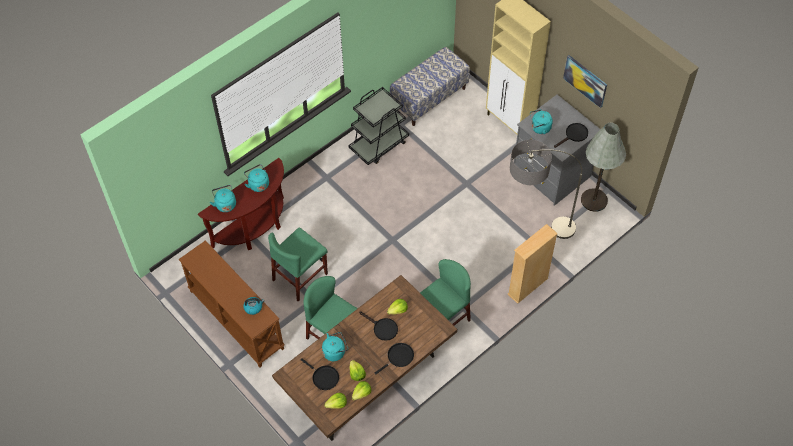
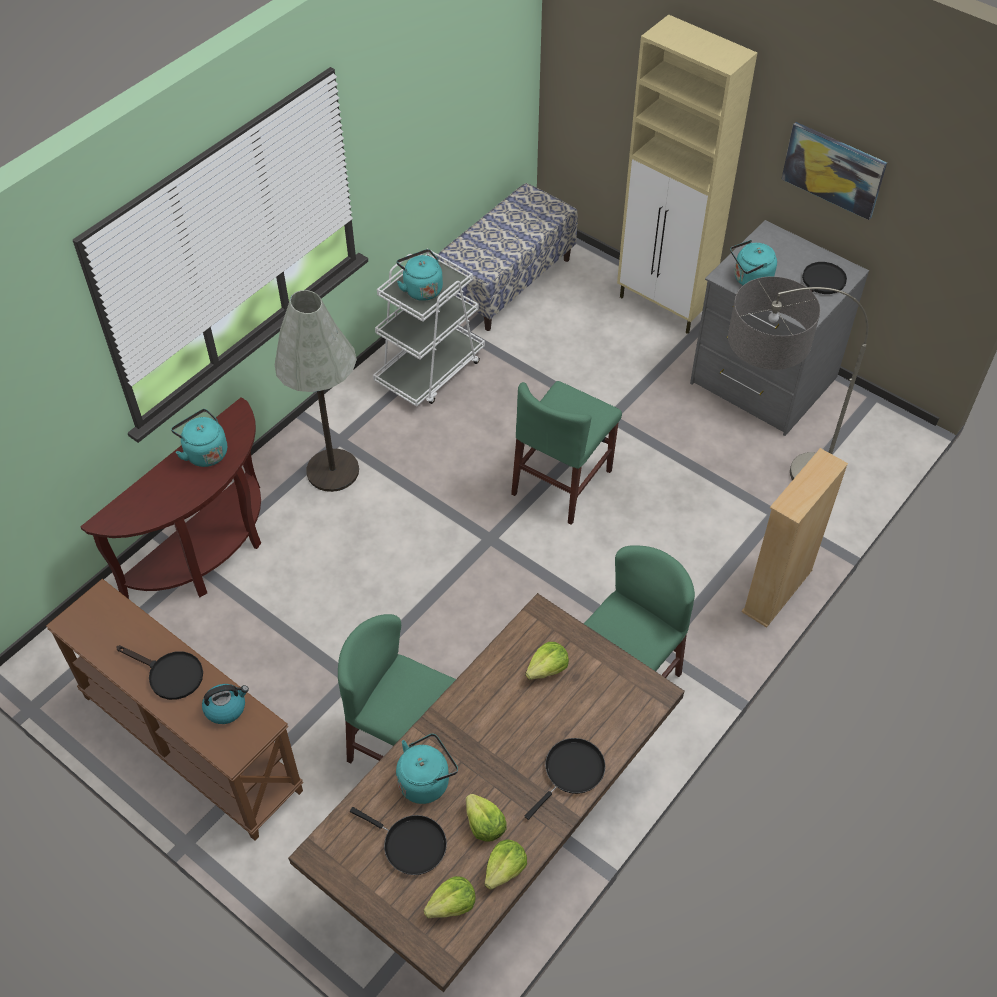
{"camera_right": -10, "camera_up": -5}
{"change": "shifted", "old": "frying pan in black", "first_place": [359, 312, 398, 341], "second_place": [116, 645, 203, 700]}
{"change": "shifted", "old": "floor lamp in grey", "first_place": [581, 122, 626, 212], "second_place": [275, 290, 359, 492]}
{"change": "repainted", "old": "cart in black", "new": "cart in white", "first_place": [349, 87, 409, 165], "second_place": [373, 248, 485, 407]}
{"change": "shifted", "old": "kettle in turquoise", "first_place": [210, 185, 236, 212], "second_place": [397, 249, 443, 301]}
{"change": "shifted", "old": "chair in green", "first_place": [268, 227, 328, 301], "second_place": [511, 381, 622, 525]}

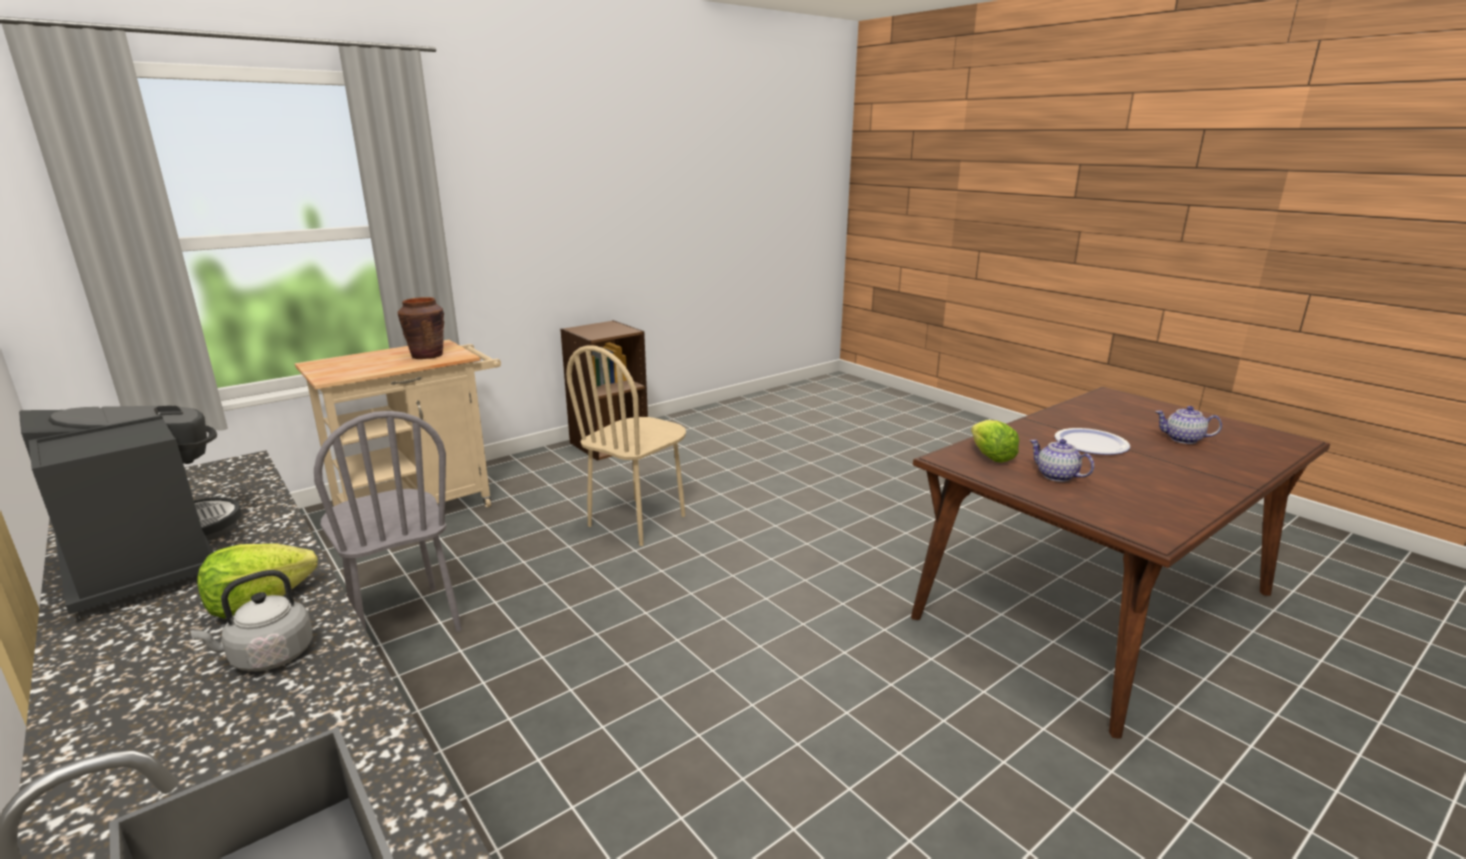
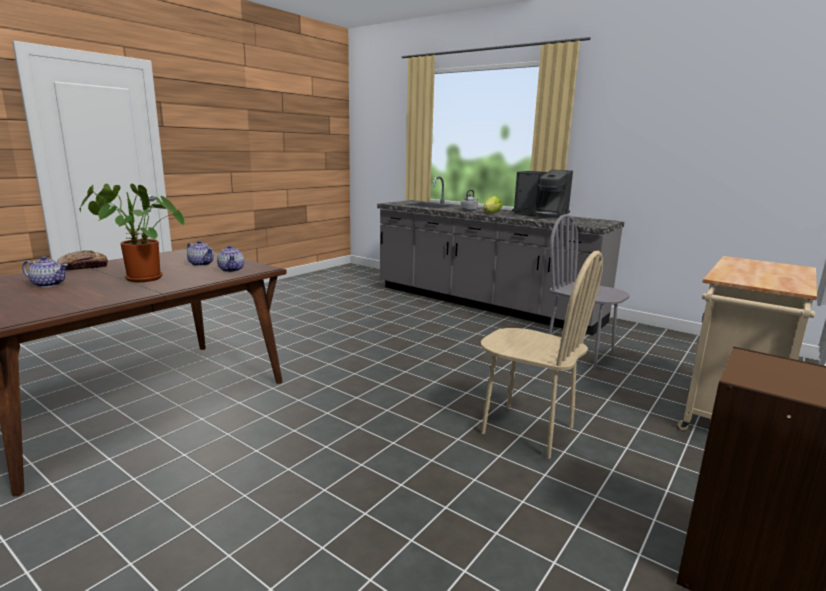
{"camera_right": 165, "camera_up": -5}
{"change": "new", "new": "bread", "second_place": [57, 250, 108, 270]}
{"change": "swapped", "old": "plate", "new": "potted plant", "first_place": [1055, 428, 1130, 455], "second_place": [80, 184, 185, 282]}
{"change": "swapped", "old": "lettuce", "new": "teapot", "first_place": [971, 420, 1019, 463], "second_place": [217, 245, 244, 272]}
{"change": "rotated", "old": "chair in beige", "first_place": [566, 345, 686, 546], "second_place": [481, 251, 603, 459], "degrees": 105}
{"change": "gone", "old": "vase in brown", "first_place": [397, 297, 444, 359]}

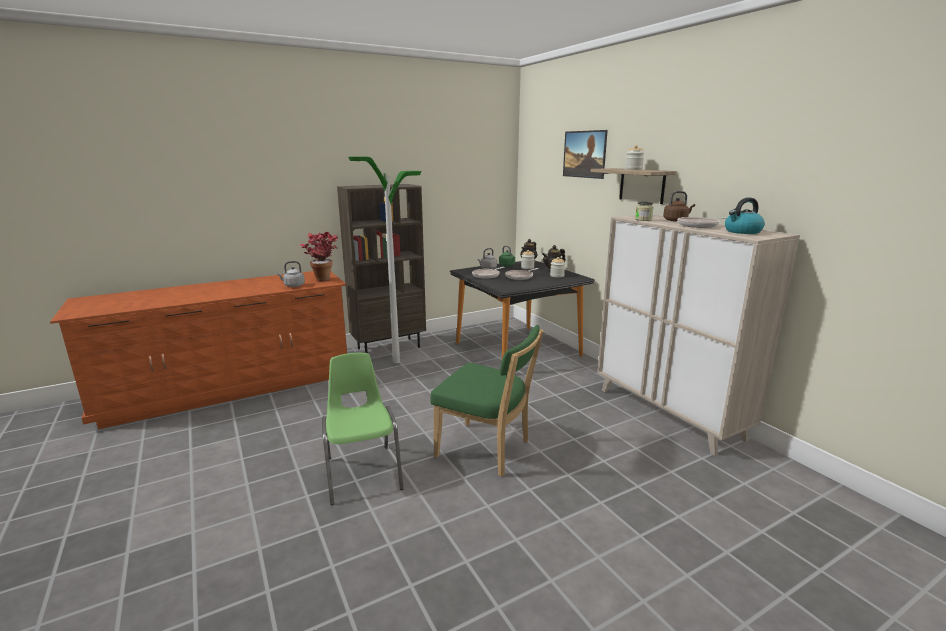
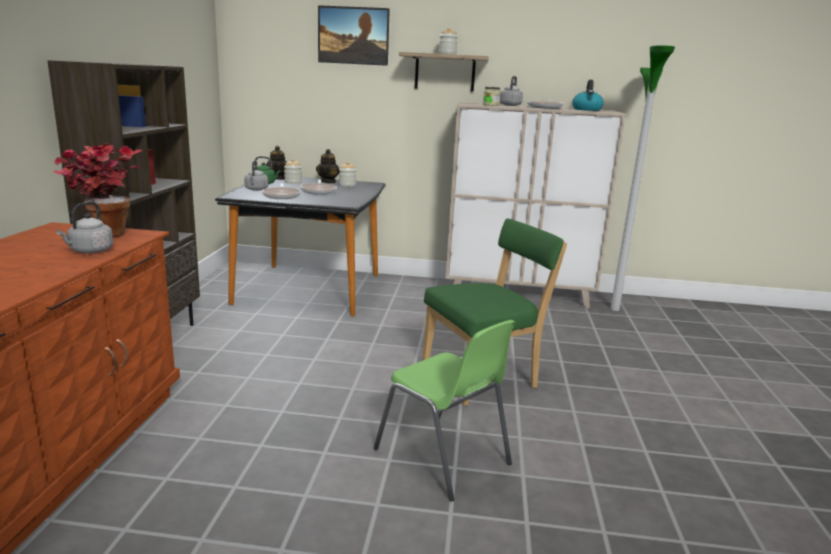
{"camera_right": -55, "camera_up": 0}
{"change": "rotated", "old": "chair in green", "first_place": [322, 353, 404, 505], "second_place": [373, 320, 516, 502], "degrees": -150}
{"change": "repainted", "old": "kettle in brown", "new": "kettle in grey", "first_place": [663, 191, 695, 222], "second_place": [500, 76, 523, 106]}
{"change": "shifted", "old": "floor lamp", "first_place": [348, 156, 422, 363], "second_place": [610, 45, 675, 311]}

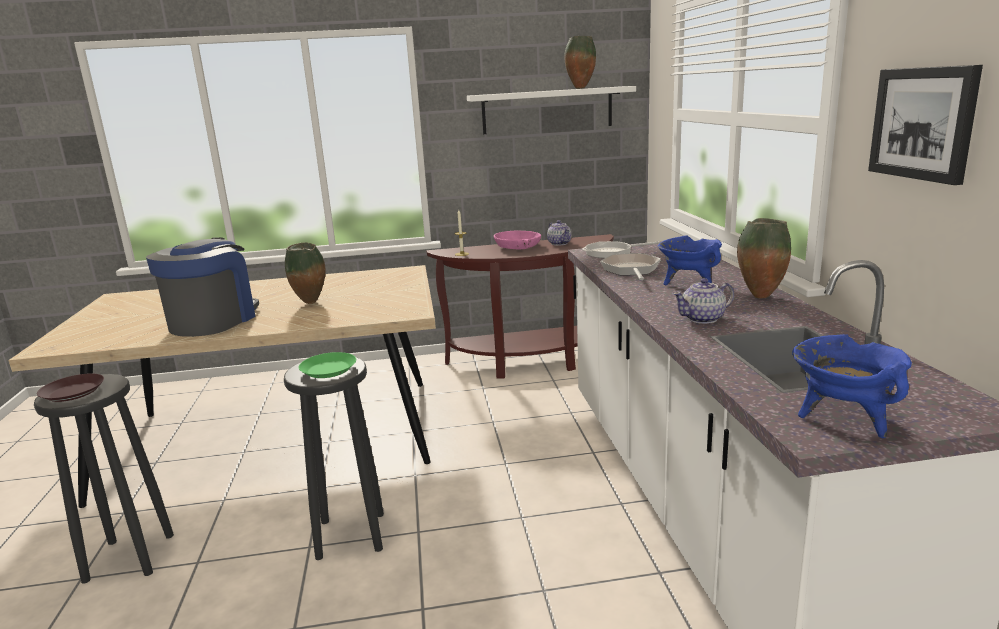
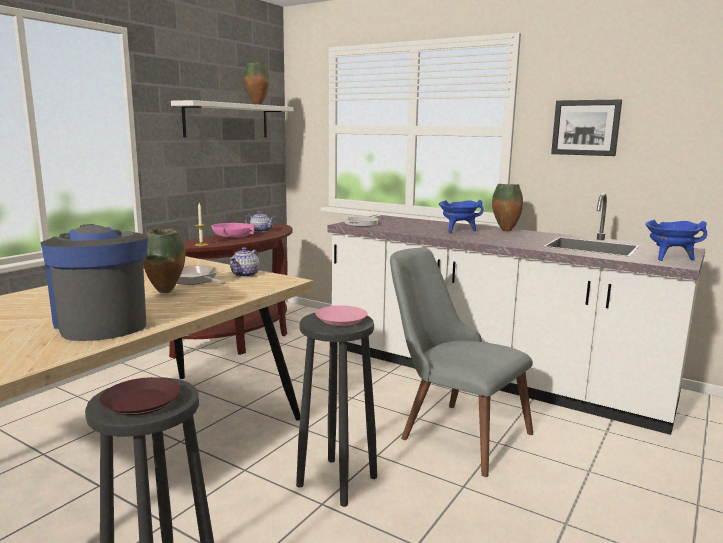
{"camera_right": -50, "camera_up": -5}
{"change": "shifted", "old": "frying pan", "first_place": [601, 253, 661, 280], "second_place": [176, 265, 225, 285]}
{"change": "shifted", "old": "teapot", "first_place": [673, 278, 734, 324], "second_place": [230, 247, 260, 277]}
{"change": "repainted", "old": "plate in green", "new": "plate in pink", "first_place": [298, 352, 356, 378], "second_place": [315, 306, 367, 326]}
{"change": "new", "new": "chair in grey", "second_place": [390, 248, 533, 477]}

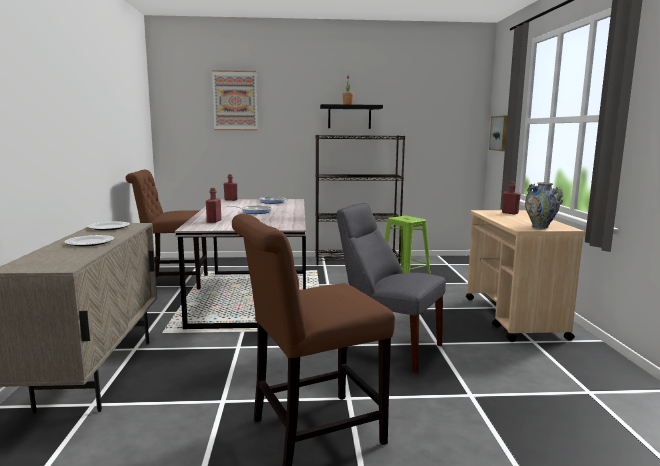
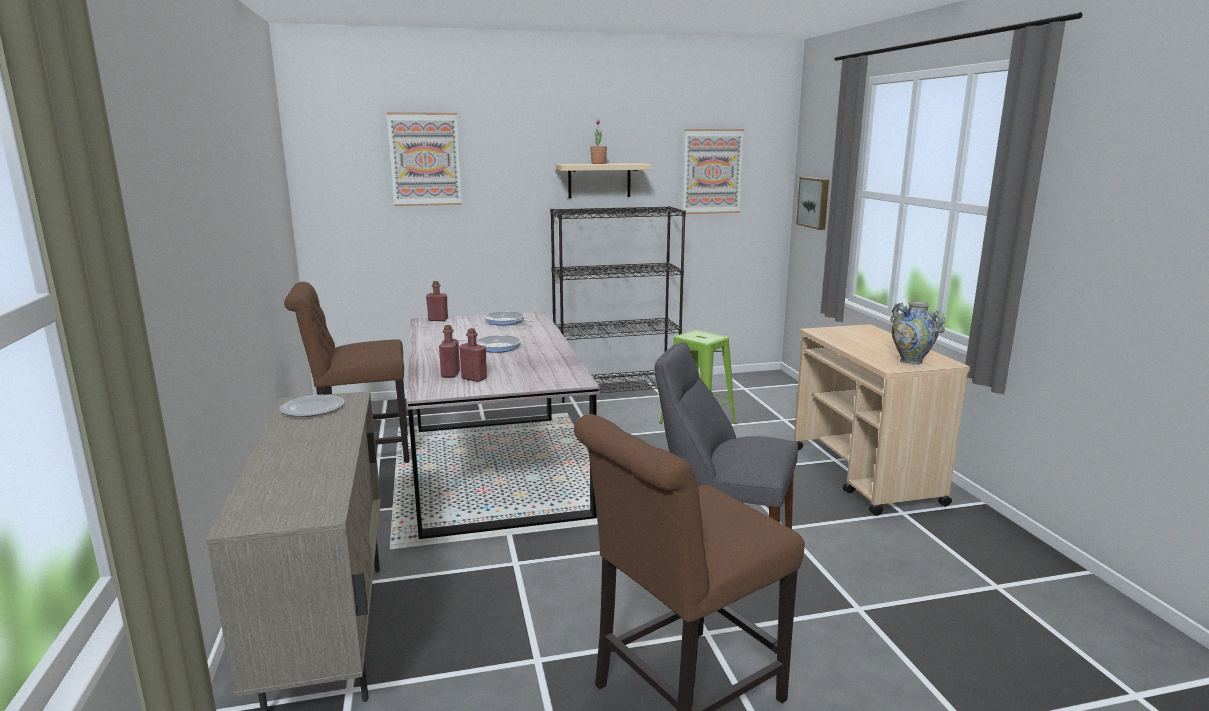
{"camera_right": -10, "camera_up": 5}
{"change": "shifted", "old": "bottle in red", "first_place": [502, 182, 521, 214], "second_place": [459, 328, 487, 382]}
{"change": "repainted", "old": "shelf in black", "new": "shelf in beige", "first_place": [320, 104, 383, 129], "second_place": [556, 163, 652, 198]}
{"change": "new", "new": "picture", "second_place": [683, 129, 744, 214]}
{"change": "gone", "old": "plate", "first_place": [64, 235, 114, 246]}

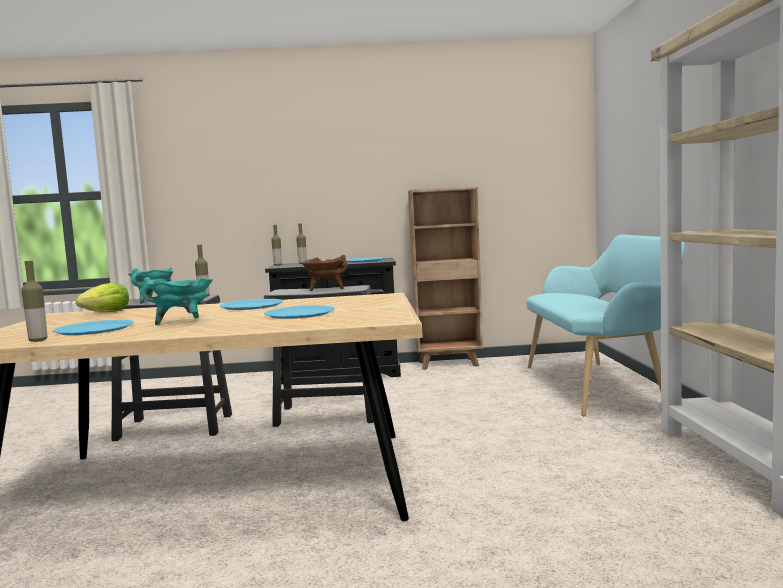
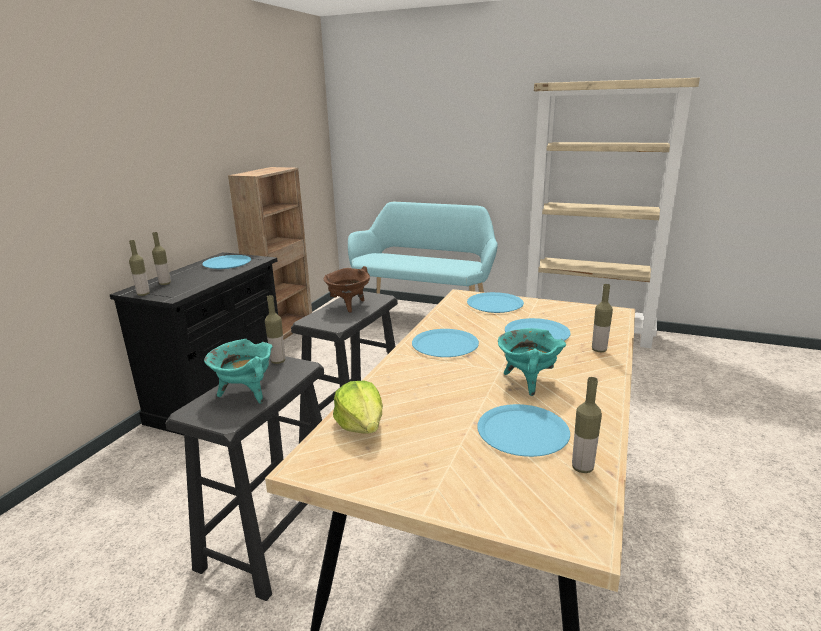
{"camera_right": -65, "camera_up": 15}
{"change": "new", "new": "plate in blue", "second_place": [467, 292, 524, 313]}
{"change": "new", "new": "bottle", "second_place": [592, 284, 613, 352]}

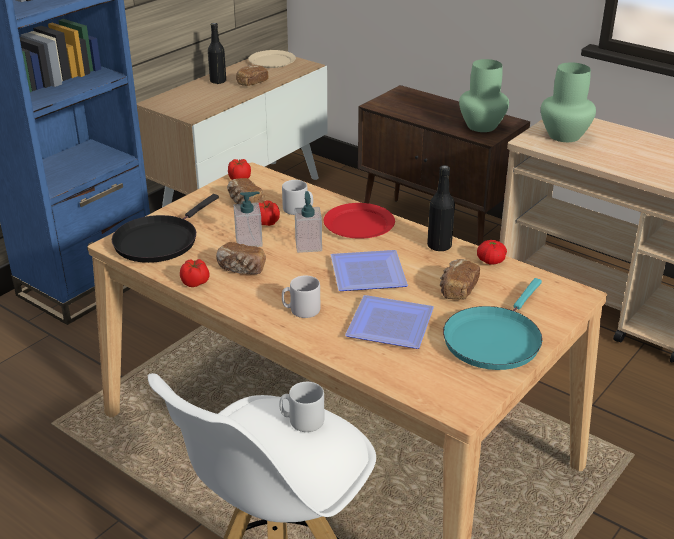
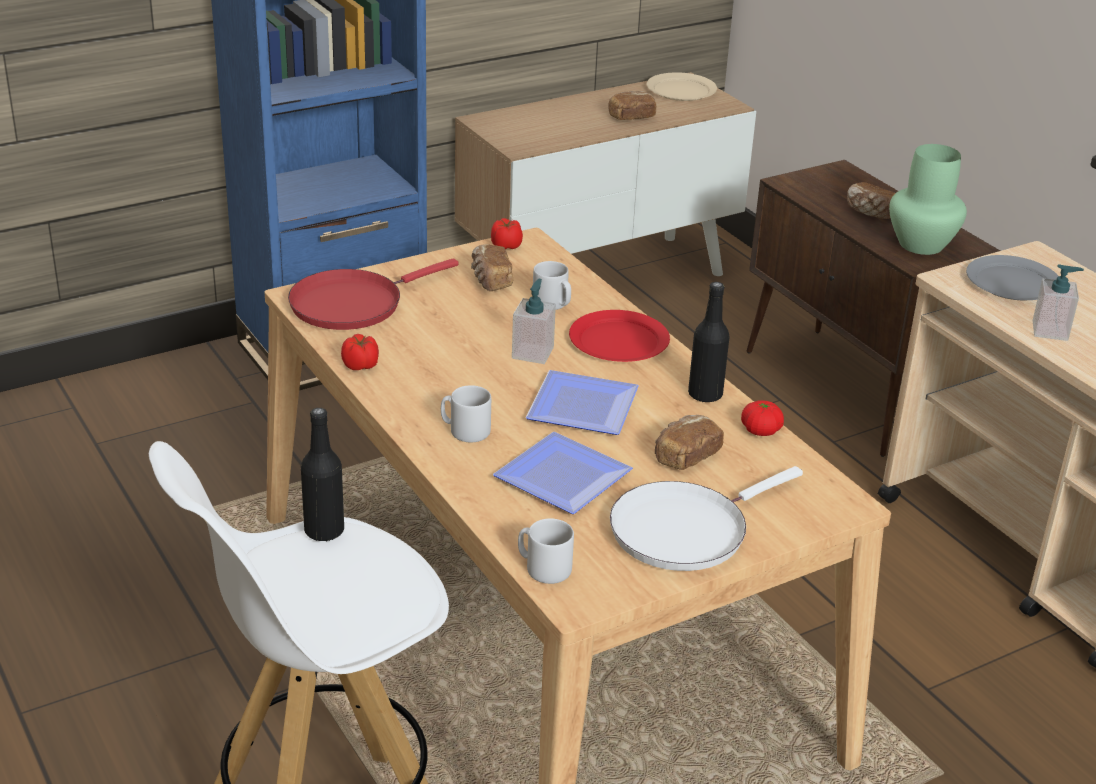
{"camera_right": 20, "camera_up": 0}
{"change": "repainted", "old": "frying pan in black", "new": "frying pan in red", "first_place": [112, 194, 219, 263], "second_place": [288, 258, 459, 330]}
{"change": "shifted", "old": "bottle in black", "first_place": [208, 23, 226, 84], "second_place": [301, 408, 344, 541]}
{"change": "shifted", "old": "mug in grey", "first_place": [279, 382, 324, 432], "second_place": [518, 518, 574, 584]}
{"change": "repainted", "old": "frying pan in turquoise", "new": "frying pan in white", "first_place": [443, 278, 542, 370], "second_place": [610, 466, 803, 571]}
{"change": "shifted", "old": "bread", "first_place": [216, 242, 266, 274], "second_place": [847, 182, 895, 219]}
{"change": "swapped", "old": "vase in green", "new": "plate in grey", "first_place": [541, 62, 596, 142], "second_place": [966, 255, 1058, 300]}
{"change": "shifted", "old": "soap dispenser", "first_place": [234, 192, 263, 247], "second_place": [1032, 264, 1084, 341]}
{"change": "gone", "old": "tomato", "first_place": [259, 200, 280, 226]}

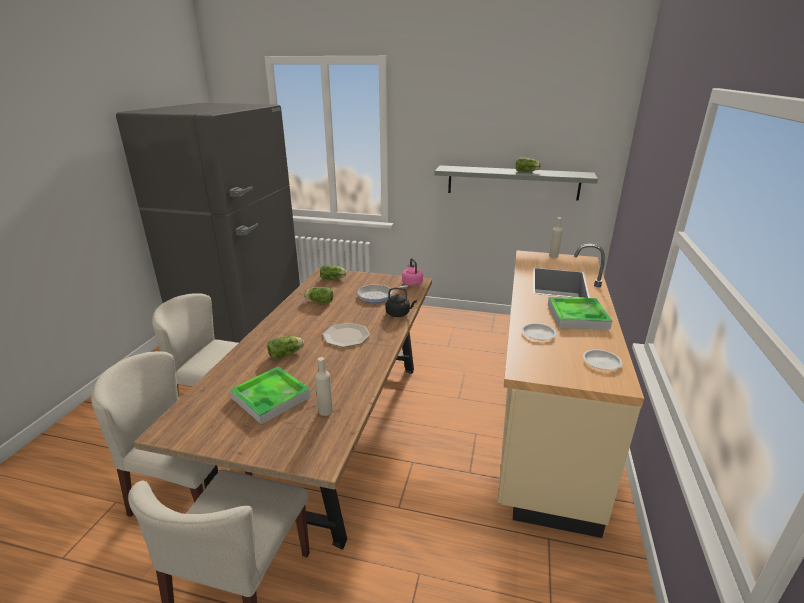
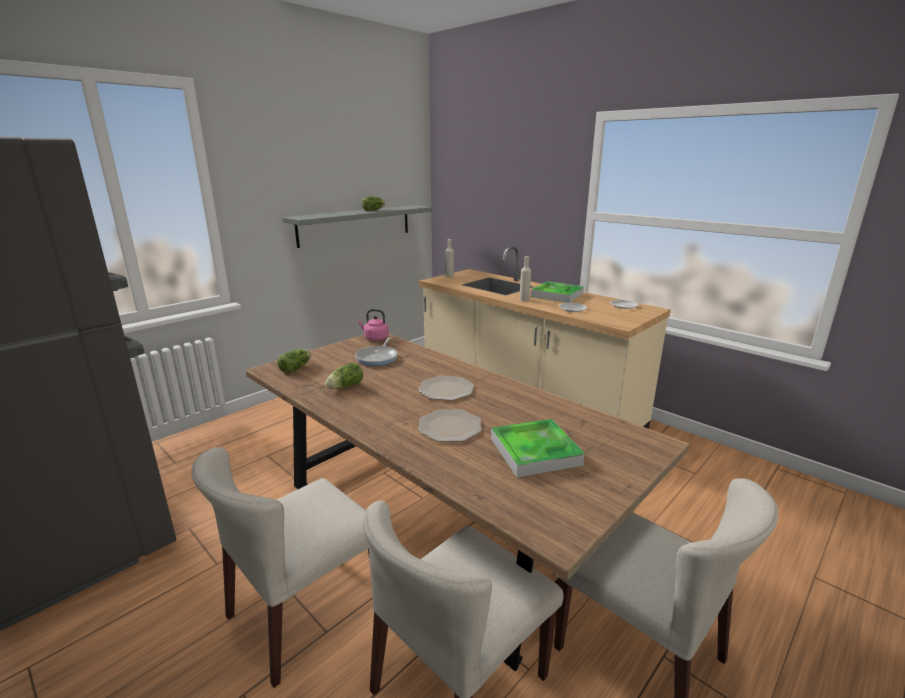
{"camera_right": -60, "camera_up": -5}
{"change": "swapped", "old": "lettuce", "new": "plate", "first_place": [267, 336, 304, 359], "second_place": [418, 410, 482, 442]}
{"change": "shifted", "old": "bottle in beige", "first_place": [315, 357, 333, 416], "second_place": [519, 256, 531, 301]}
{"change": "gone", "old": "kettle in black", "first_place": [386, 287, 417, 317]}

